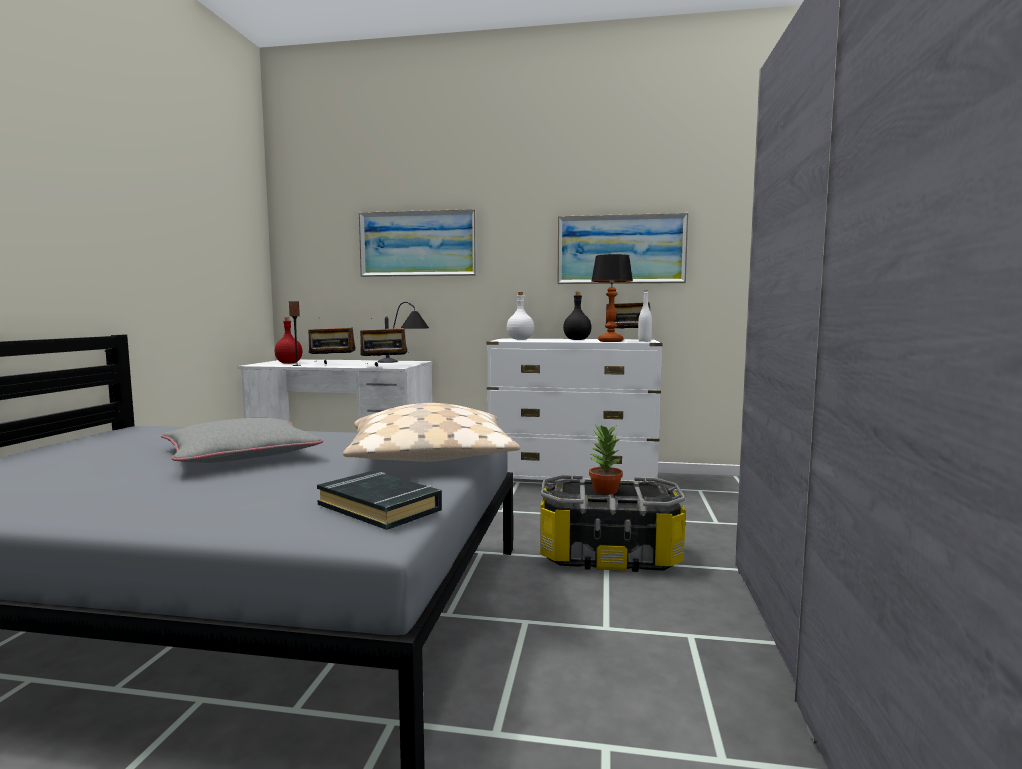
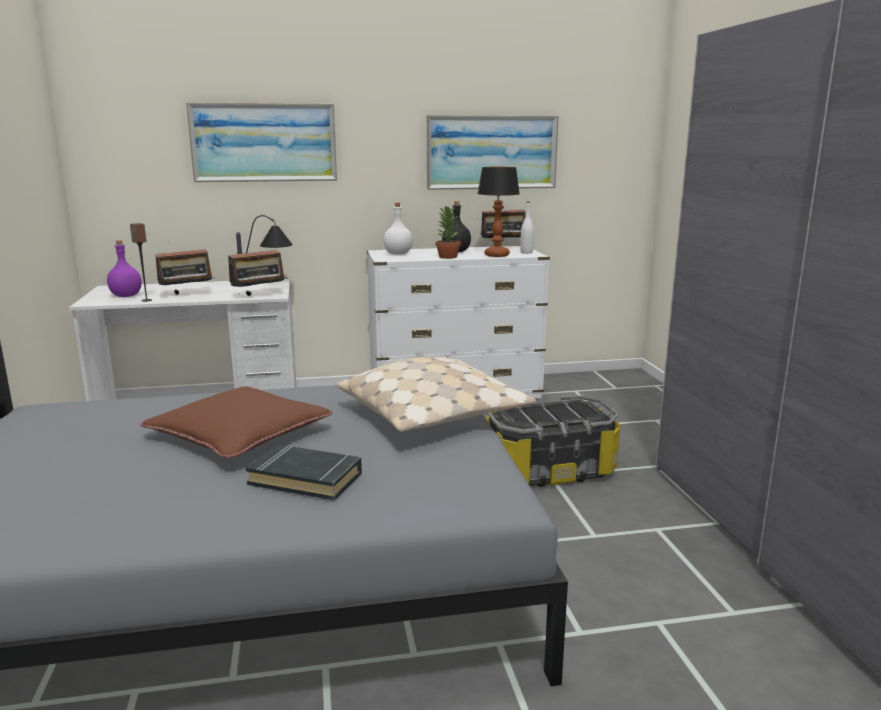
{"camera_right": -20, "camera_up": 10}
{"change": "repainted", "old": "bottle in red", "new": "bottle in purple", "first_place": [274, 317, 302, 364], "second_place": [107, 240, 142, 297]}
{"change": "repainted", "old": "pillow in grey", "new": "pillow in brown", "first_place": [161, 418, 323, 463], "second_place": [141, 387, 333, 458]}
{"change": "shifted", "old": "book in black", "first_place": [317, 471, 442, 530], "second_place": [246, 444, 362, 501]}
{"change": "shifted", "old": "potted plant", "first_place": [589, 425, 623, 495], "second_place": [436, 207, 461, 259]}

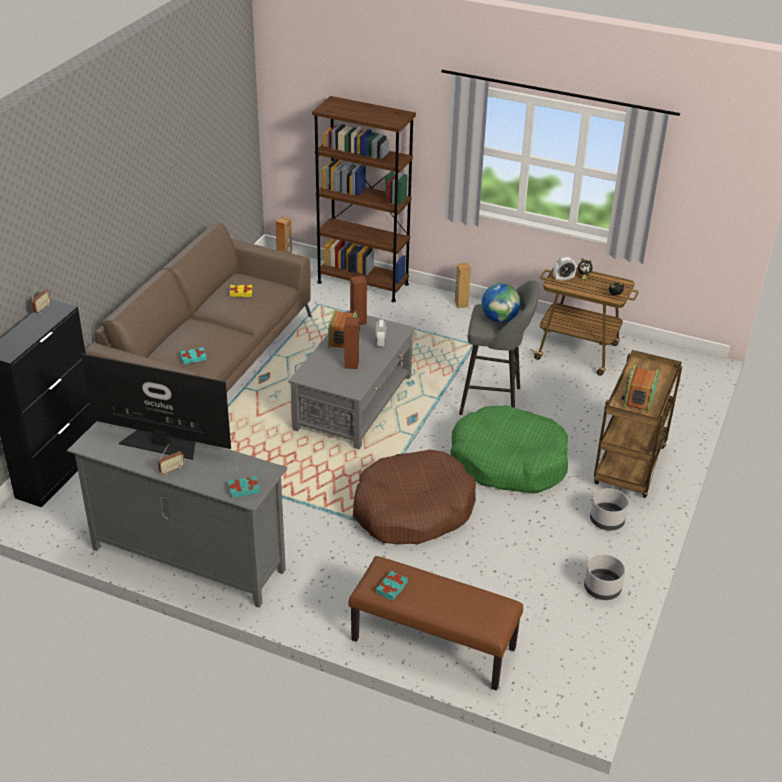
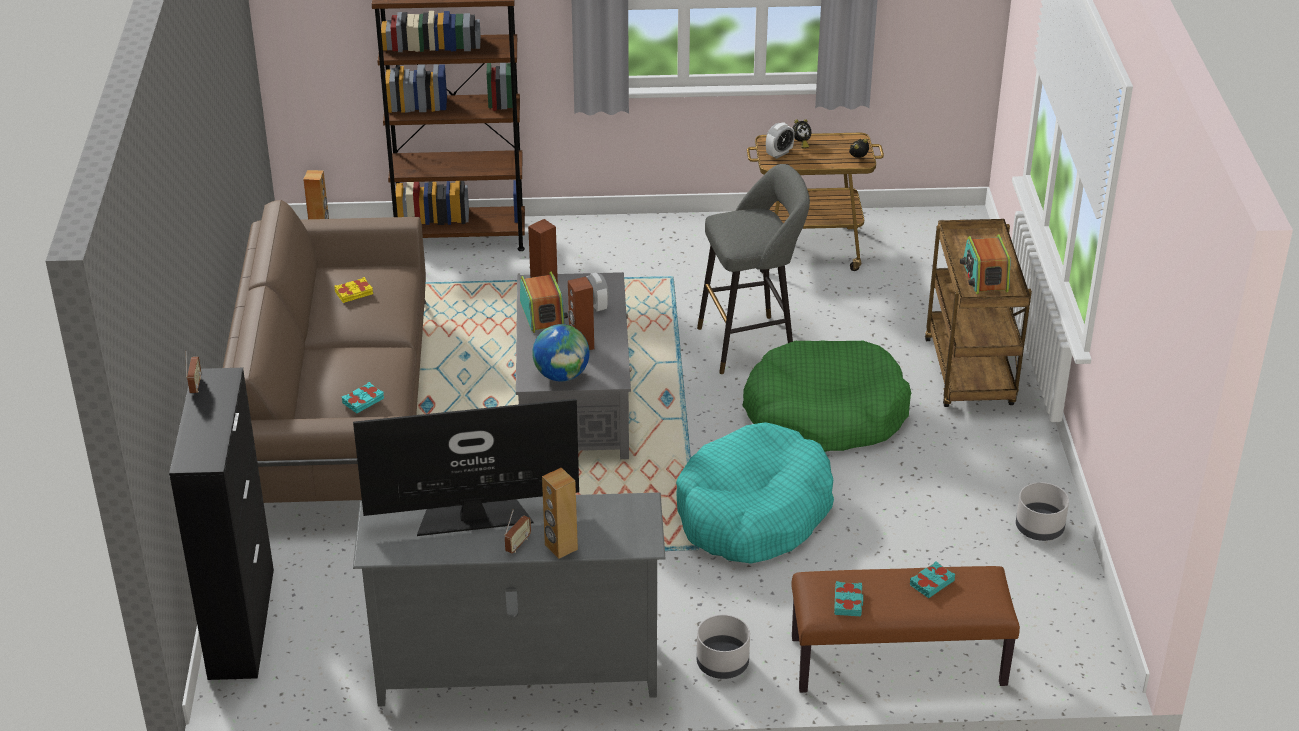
{"camera_right": -25, "camera_up": 0}
{"change": "shifted", "old": "globe", "first_place": [481, 283, 521, 323], "second_place": [532, 324, 590, 382]}
{"change": "shifted", "old": "speaker in brown", "first_place": [455, 263, 471, 308], "second_place": [542, 467, 578, 559]}
{"change": "repainted", "old": "dog bed in brown", "new": "dog bed in turquoise", "first_place": [353, 450, 476, 544], "second_place": [676, 422, 834, 564]}
{"change": "shifted", "old": "planter in grey", "first_place": [590, 488, 629, 531], "second_place": [697, 615, 750, 679]}
{"change": "shifted", "old": "book in turquoise", "first_place": [228, 476, 260, 498], "second_place": [910, 561, 955, 598]}

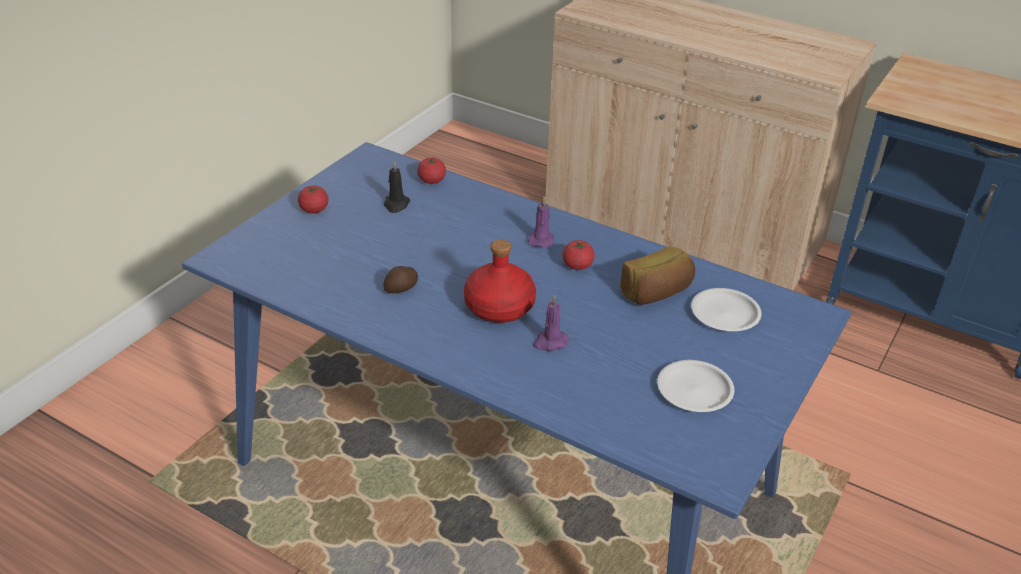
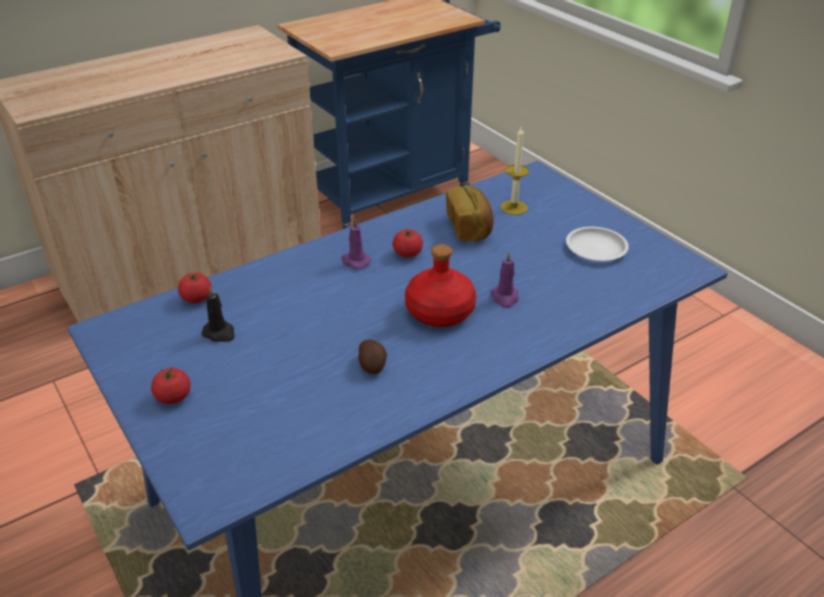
{"camera_right": -65, "camera_up": 0}
{"change": "swapped", "old": "plate in white", "new": "candle", "first_place": [691, 288, 762, 331], "second_place": [500, 127, 529, 215]}

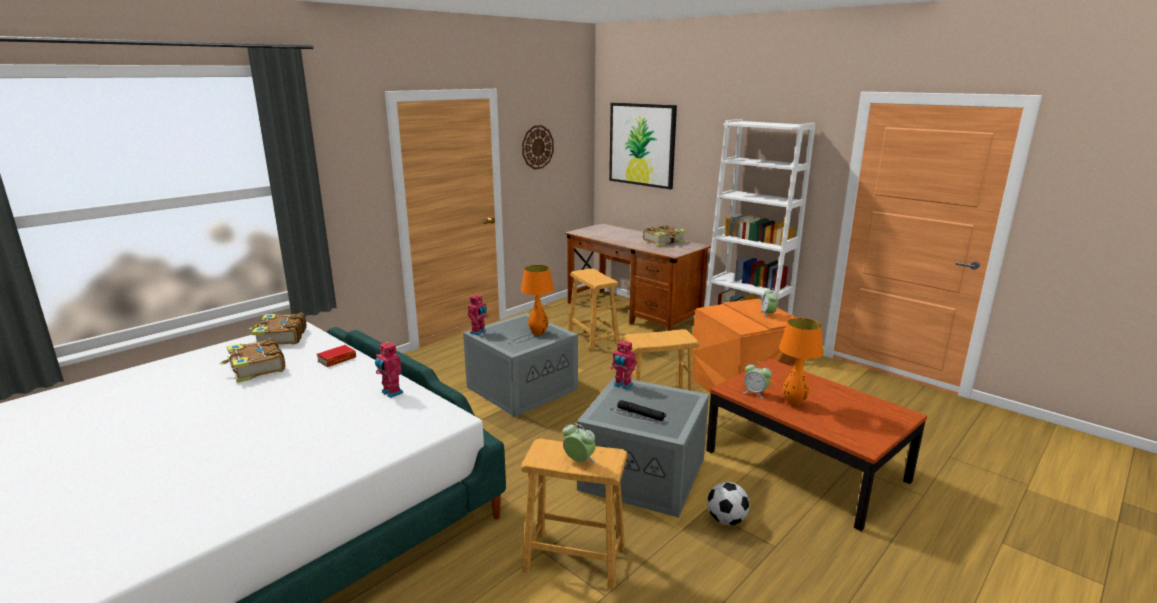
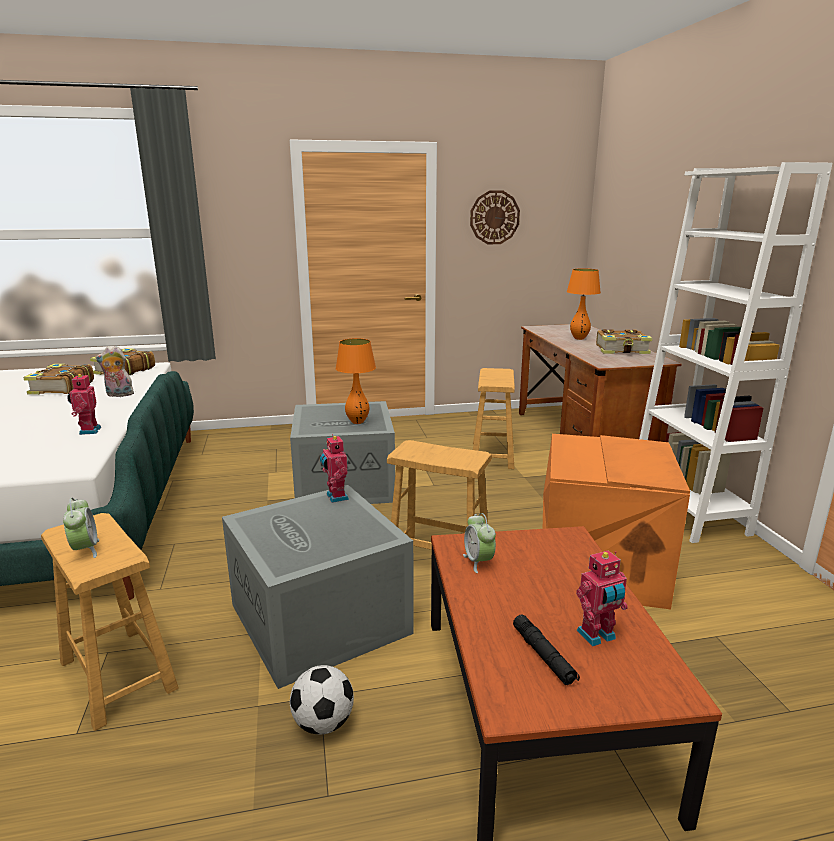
{"camera_right": 35, "camera_up": 0}
{"change": "swapped", "old": "book", "new": "plush toy", "first_place": [317, 345, 356, 367], "second_place": [96, 346, 134, 397]}
{"change": "shifted", "old": "flashlight in black", "first_place": [618, 400, 666, 421], "second_place": [513, 615, 580, 685]}
{"change": "shifted", "old": "table lamp in orange", "first_place": [779, 318, 823, 406], "second_place": [567, 268, 601, 340]}
{"change": "shifted", "old": "toy robot", "first_place": [467, 293, 488, 336], "second_place": [576, 551, 628, 647]}
{"change": "gone", "old": "picture", "first_place": [609, 103, 677, 189]}
{"change": "gone", "old": "alarm clock", "first_place": [760, 288, 778, 318]}

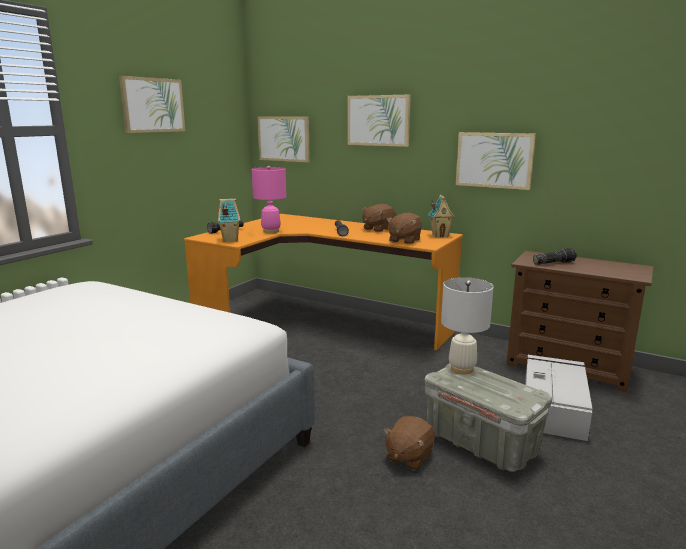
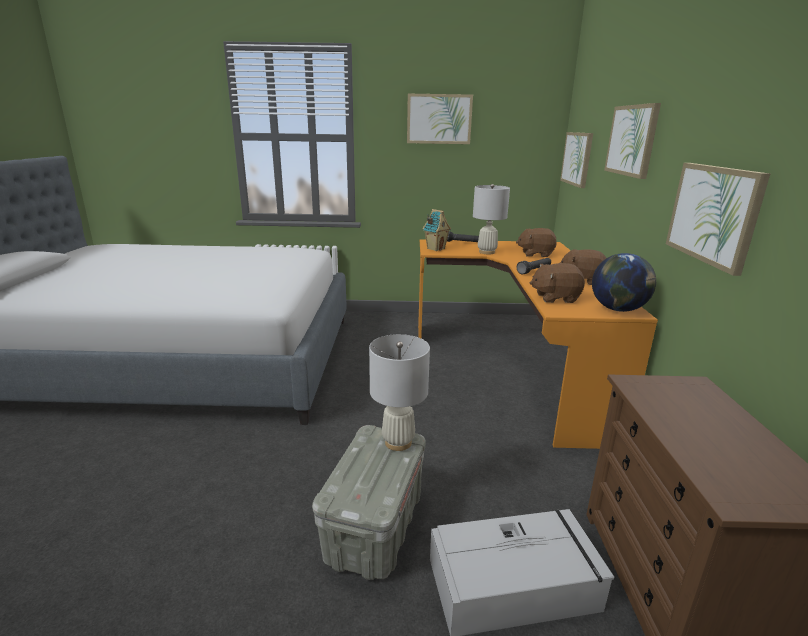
{"camera_right": 60, "camera_up": 5}
{"change": "repainted", "old": "table lamp in pink", "new": "table lamp in white", "first_place": [252, 166, 286, 233], "second_place": [473, 184, 510, 254]}
{"change": "shifted", "old": "plush toy in brown", "first_place": [383, 416, 435, 470], "second_place": [516, 228, 557, 257]}
{"change": "swapped", "old": "toy house", "new": "globe", "first_place": [428, 195, 455, 238], "second_place": [592, 253, 656, 312]}
{"change": "gone", "old": "flashlight", "first_place": [533, 248, 577, 265]}

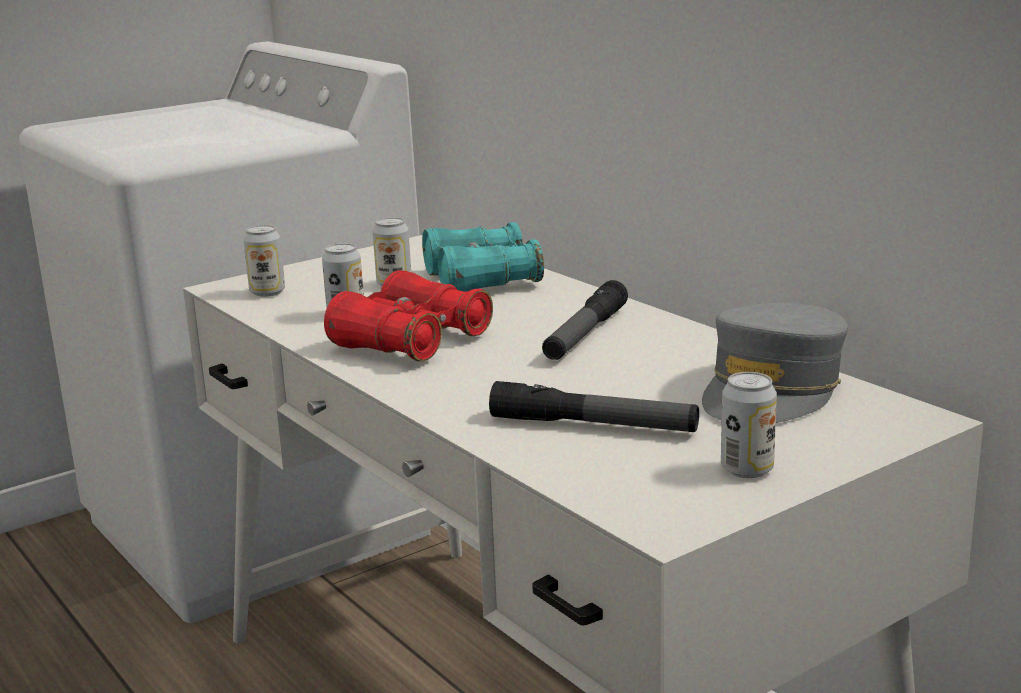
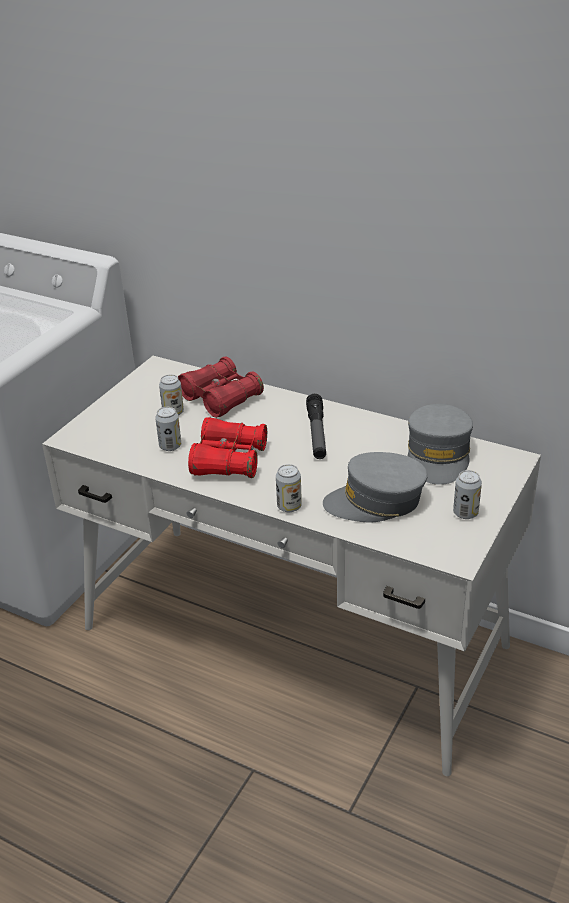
{"camera_right": -25, "camera_up": 15}
{"change": "repainted", "old": "binoculars in turquoise", "new": "binoculars in red", "first_place": [422, 222, 544, 292], "second_place": [178, 357, 264, 418]}
{"change": "shifted", "old": "can", "first_place": [243, 225, 285, 297], "second_place": [276, 464, 302, 512]}
{"change": "swapped", "old": "flashlight", "new": "cap in grey", "first_place": [489, 381, 699, 432], "second_place": [323, 452, 428, 522]}

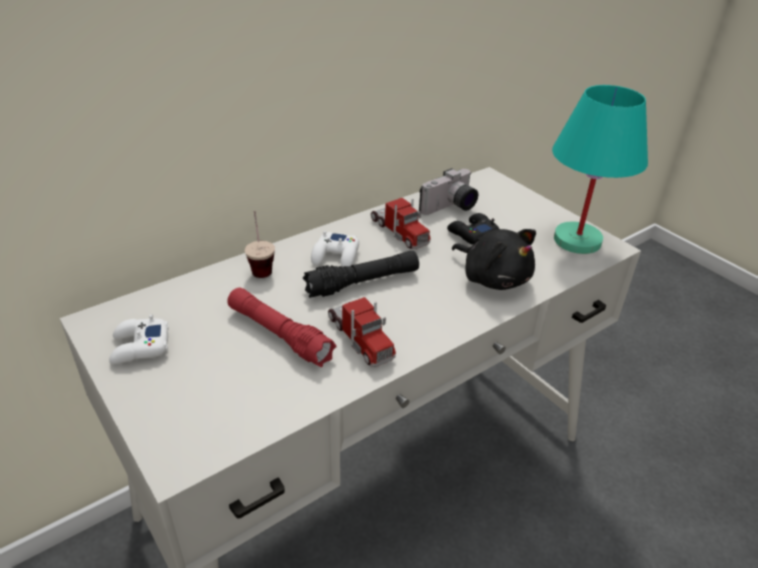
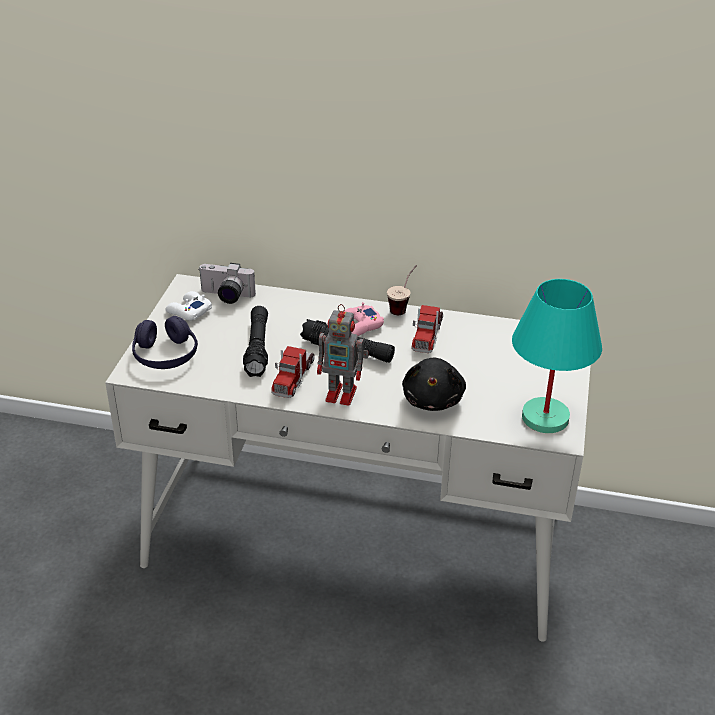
{"camera_right": 50, "camera_up": 0}
{"change": "new", "new": "headphones in purple", "second_place": [132, 316, 198, 369]}
{"change": "shifted", "old": "photo camera", "first_place": [419, 168, 478, 215], "second_place": [199, 263, 256, 304]}
{"change": "repainted", "old": "flashlight in red", "new": "flashlight in black", "first_place": [227, 287, 337, 367], "second_place": [243, 306, 268, 377]}
{"change": "new", "new": "toy robot", "second_place": [317, 304, 369, 406]}
{"change": "repainted", "old": "game controller in white", "new": "game controller in pink", "first_place": [311, 231, 359, 267], "second_place": [344, 302, 384, 336]}
{"change": "shifted", "old": "cup", "first_place": [245, 211, 275, 278], "second_place": [387, 265, 417, 315]}
{"change": "gone", "old": "game controller in black", "first_place": [447, 213, 499, 244]}

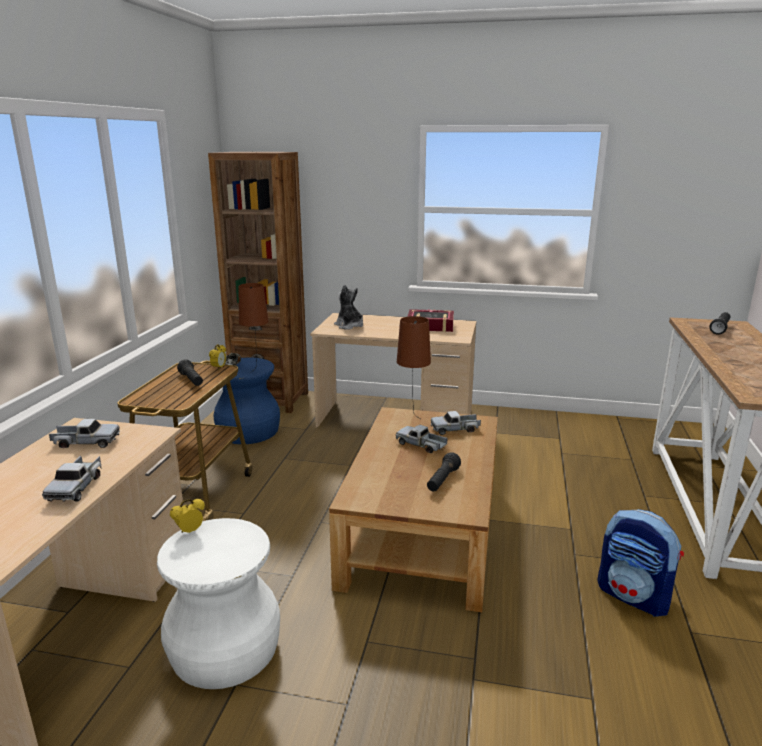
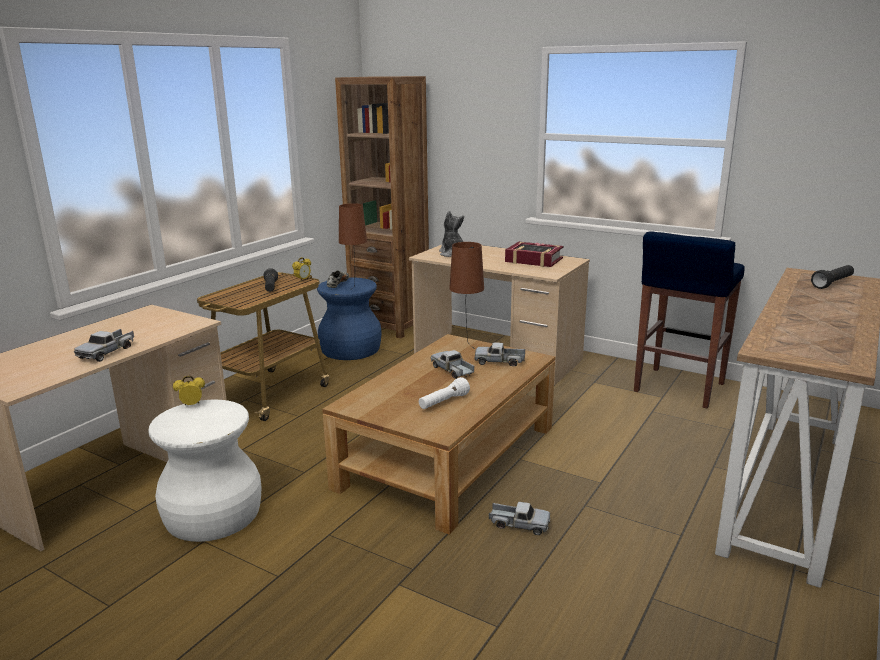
{"camera_right": 20, "camera_up": 0}
{"change": "repainted", "old": "flashlight in black", "new": "flashlight in white", "first_place": [427, 453, 461, 491], "second_place": [419, 377, 470, 409]}
{"change": "shifted", "old": "toy truck", "first_place": [49, 419, 120, 448], "second_place": [489, 502, 550, 535]}
{"change": "new", "new": "stool in blue", "second_place": [634, 232, 744, 408]}
{"change": "gone", "old": "backpack", "first_place": [597, 509, 684, 617]}

